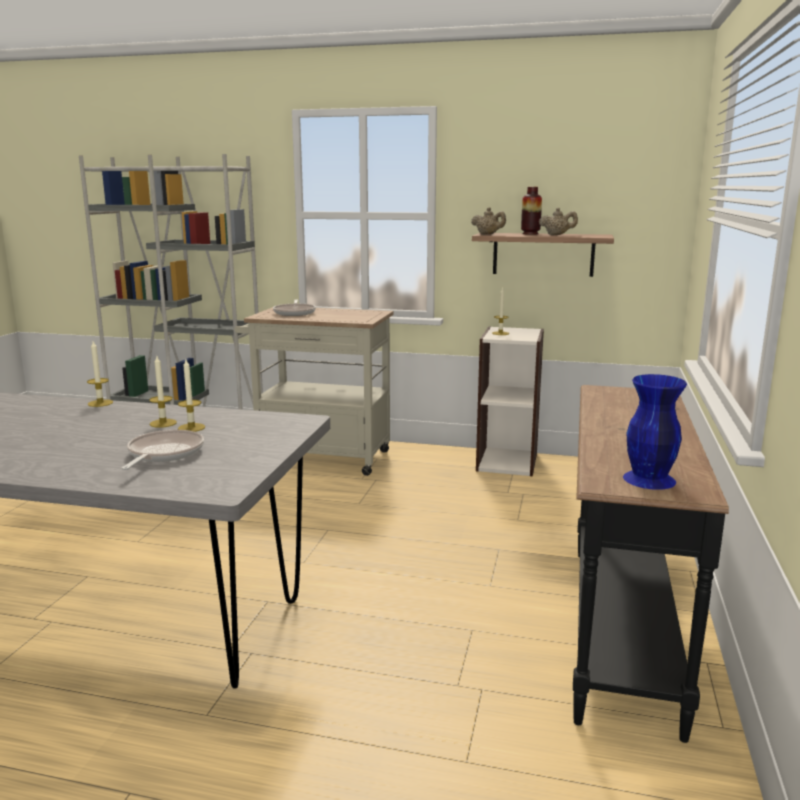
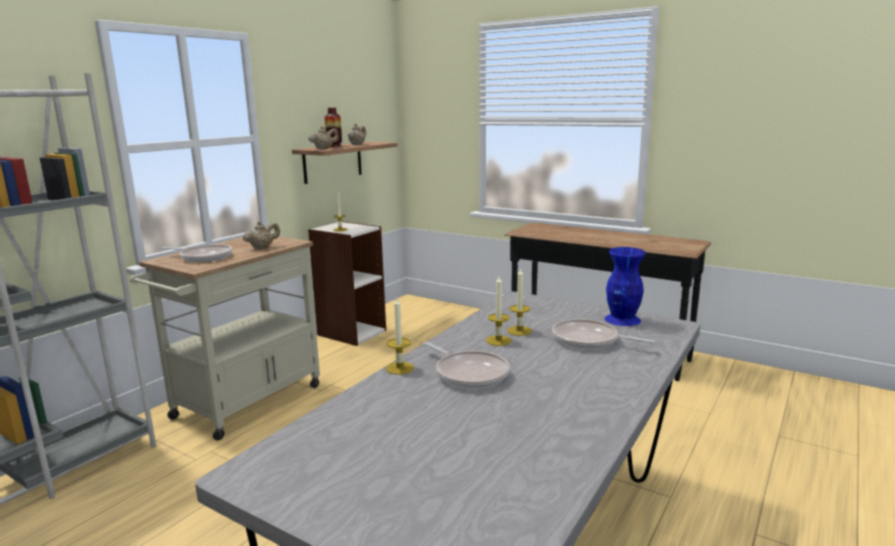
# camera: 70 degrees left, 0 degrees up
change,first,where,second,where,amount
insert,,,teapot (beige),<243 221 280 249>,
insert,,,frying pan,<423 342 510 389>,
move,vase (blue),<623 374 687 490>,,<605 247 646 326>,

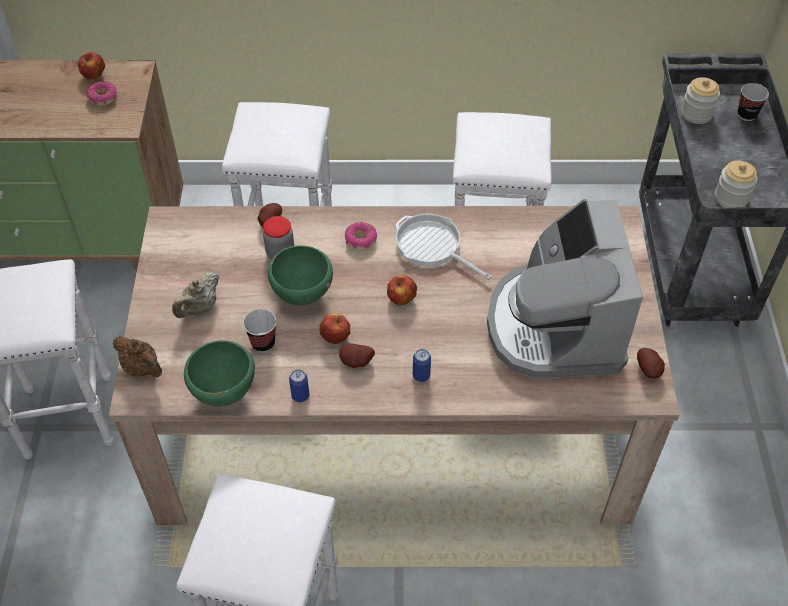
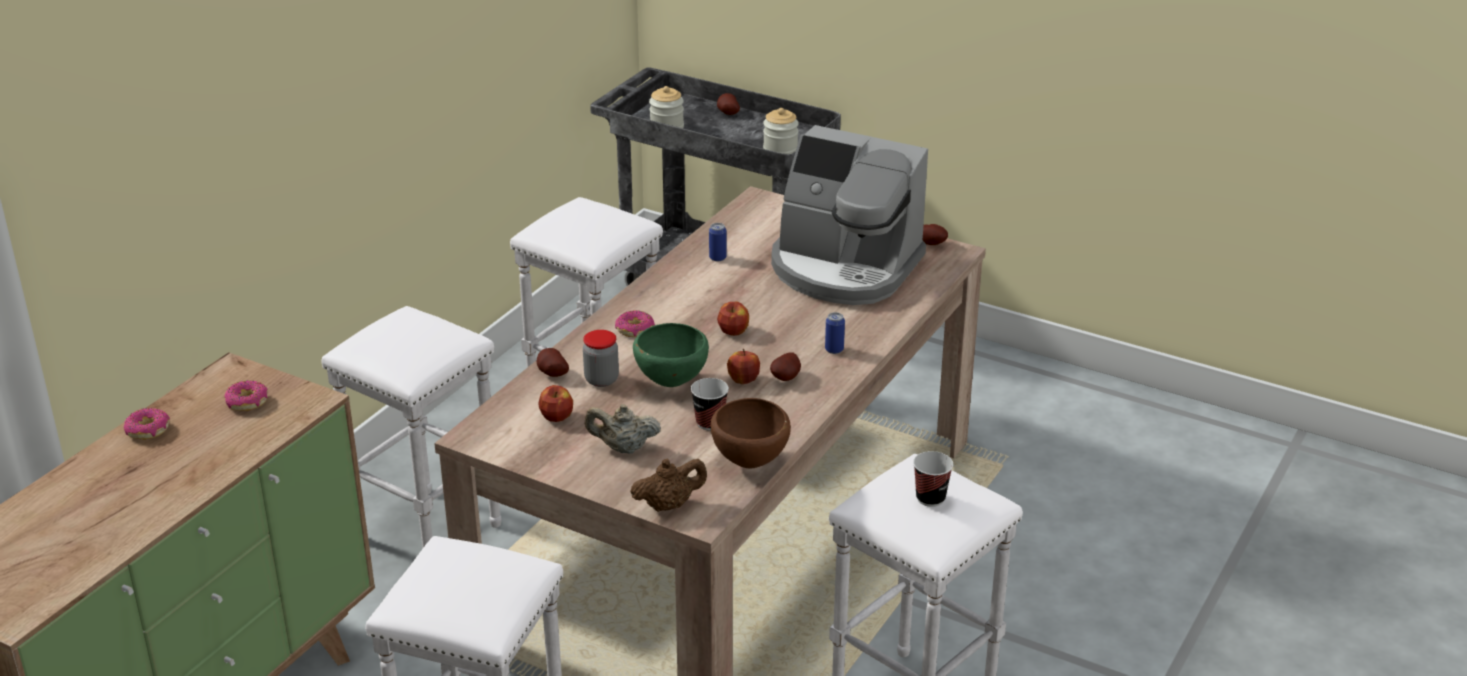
# camera: 60 degrees left, 20 degrees down
change,first,where,second,where,amount
delete,frying pan,<395 214 491 280>,,,
insert,,,donut,<124 408 170 440>,
insert,,,potato,<717 93 740 115>,
move,apple,<78 52 105 80>,,<538 385 573 422>,
move,can,<289 369 309 402>,,<709 223 727 261>,
move,cup,<738 83 769 121>,,<913 451 953 507>,
recolor,bowl (green),<184 340 255 406>,bowl (brown),<710 398 791 469>,
rotate,teapot (beige),<172 272 219 318>,,<585 404 661 454>,120 degrees clockwise

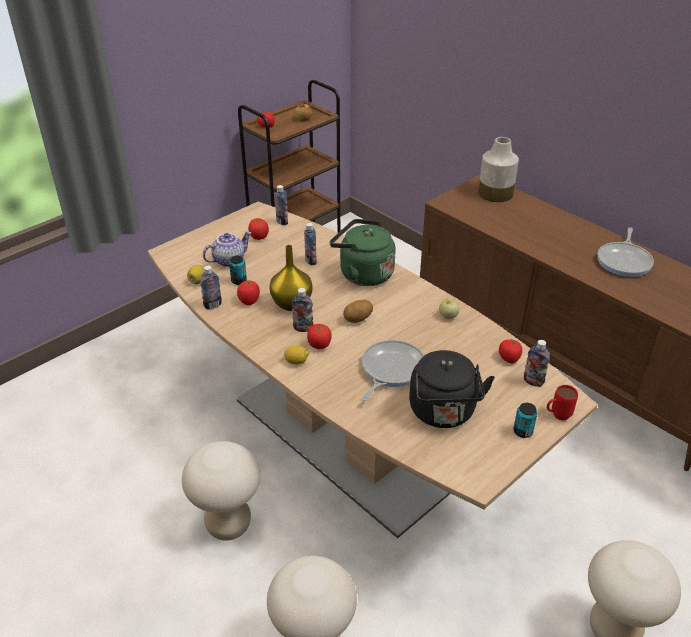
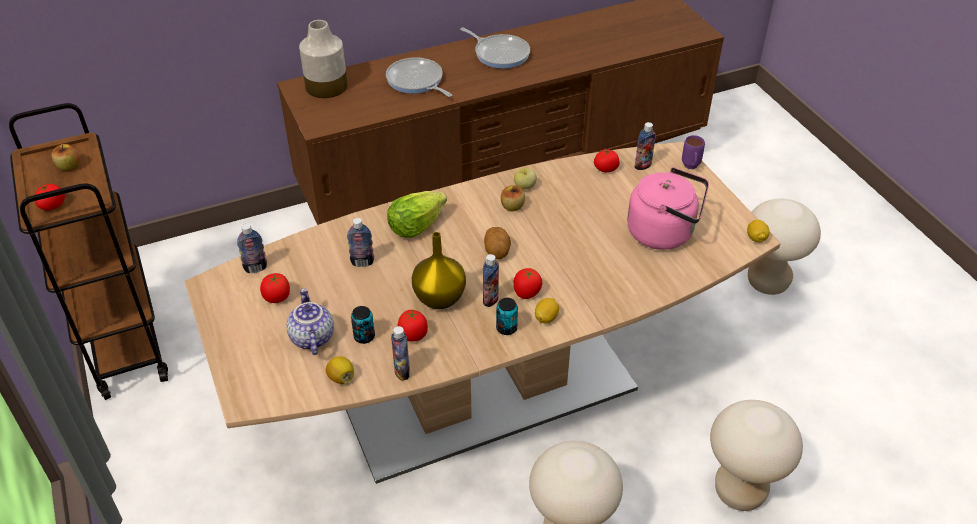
# camera: 70 degrees left, 5 degrees up
change,first,where,second,where,amount
insert,,,apple,<501 185 525 211>,
insert,,,lemon,<747 220 770 242>,
move,frying pan,<362 340 424 401>,,<386 57 452 97>,
move,can,<513 403 537 438>,,<496 298 518 335>,
replace,kettle (green),<330 219 396 286>,lettuce,<387 191 447 238>,
recolor,kettle (black),<409 350 495 428>,kettle (pink),<627 167 709 250>,
recolor,mug (red),<547 385 578 421>,mug (purple),<682 135 705 169>,

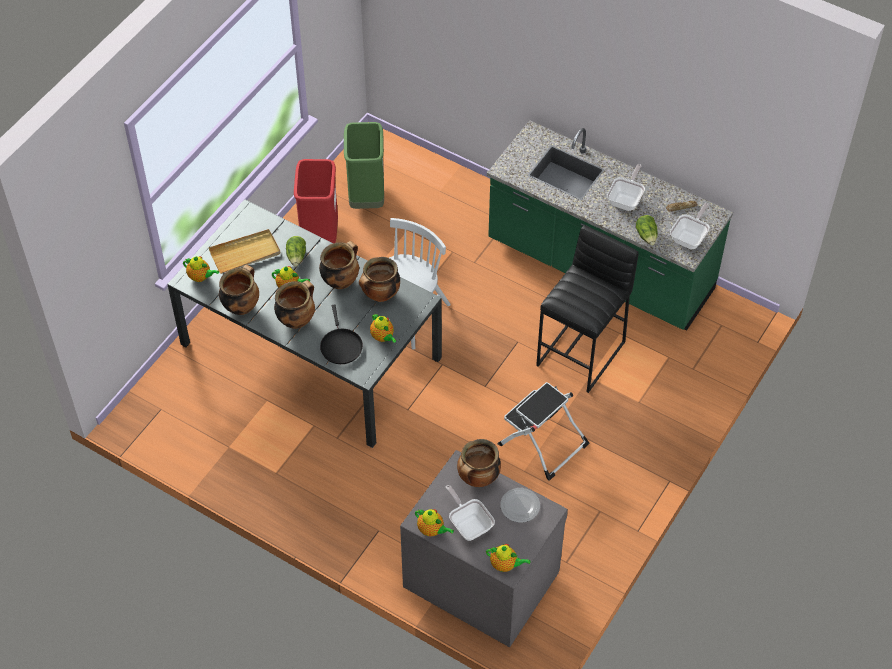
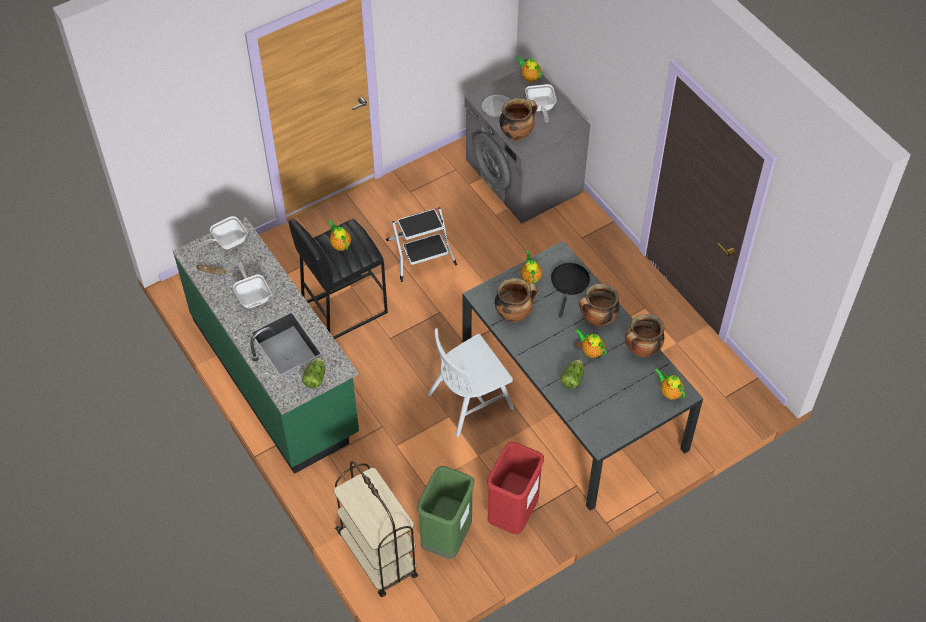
# camera: 155 degrees left, 0 degrees up
change,first,where,second,where,amount
delete,tray (beige),<208 229 281 274>,,,
delete,cooking pot,<319 241 359 289>,,,
insert,,,cart (beige),<333 461 418 597>,
move,teapot,<415 509 454 536>,,<328 220 351 251>,
move,lettuce,<636 215 658 246>,,<302 357 325 388>,
rotate,frying pan,<607 164 645 211>,,<233 261 271 308>,105 degrees clockwise

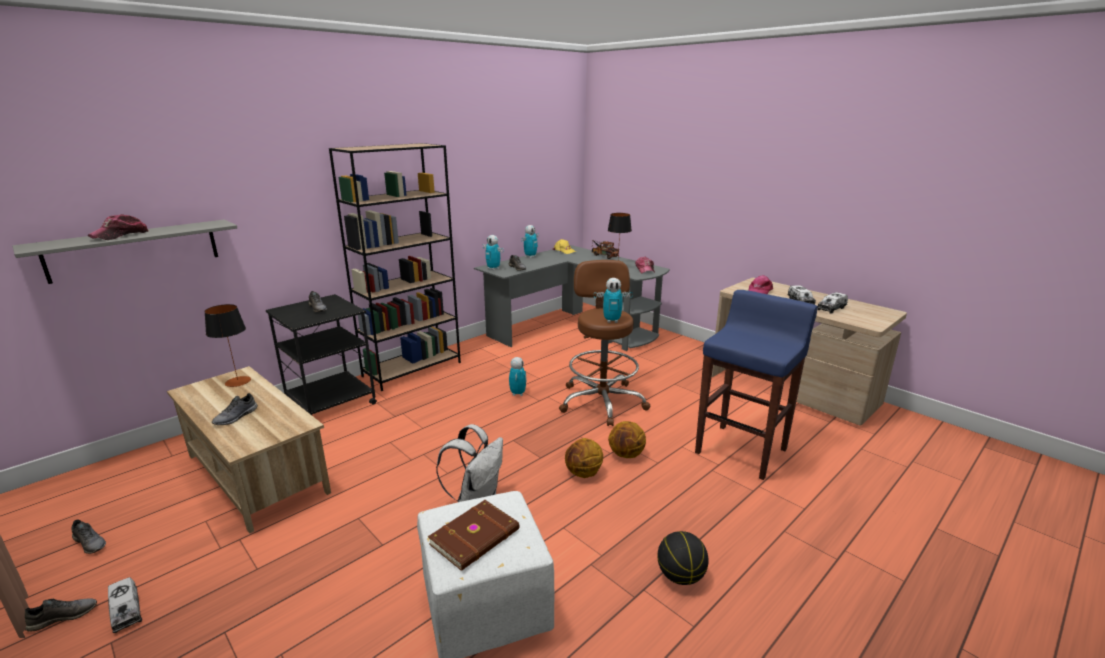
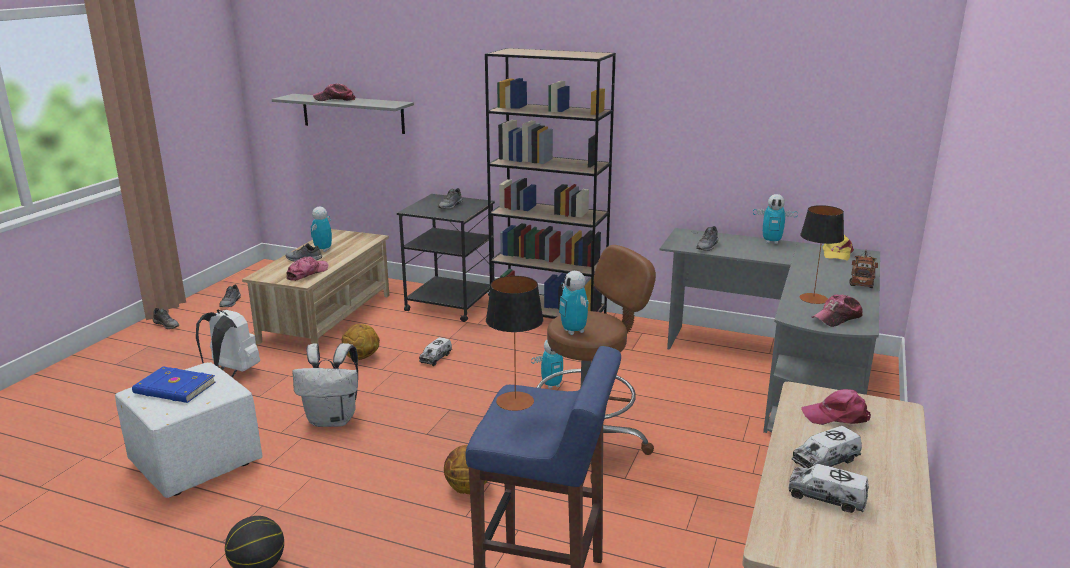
# camera: 65 degrees right, 0 degrees up
change,first,where,second,where,amount
insert,,,backpack (white),<196 309 260 378>,
insert,,,cap,<286 256 328 281>,
move,toy truck,<108 577 142 633>,,<419 337 452 366>,
move,table lamp,<204 304 251 387>,,<486 276 543 411>,
move,toy robot,<482 235 504 270>,,<311 207 332 252>,
move,basketball,<565 438 603 478>,,<342 324 380 360>,
recolor,book (brown),<428 500 520 571>,book (blue),<132 366 216 403>,

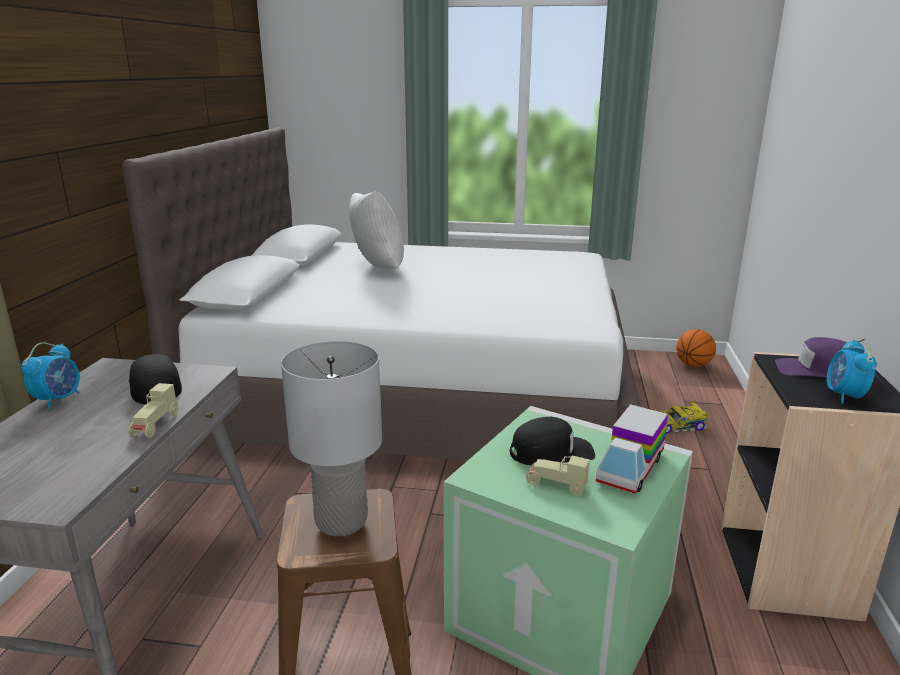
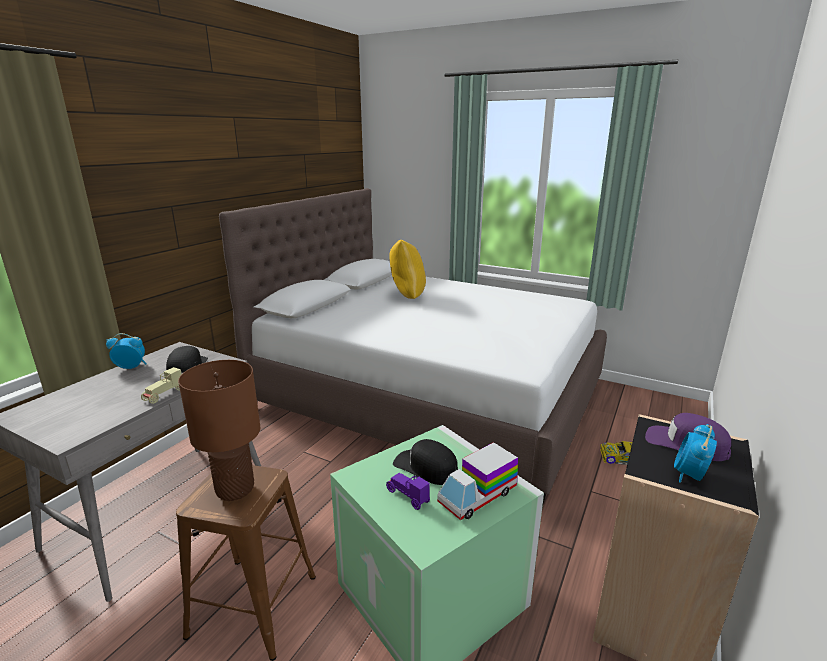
# camera: 20 degrees right, 0 degrees up
change,first,where,second,where,amount
delete,basketball,<676 329 716 367>,,,
recolor,table lamp (grey),<281 341 382 537>,table lamp (brown),<178 360 260 501>,
recolor,pillow (white),<349 190 404 270>,pillow (yellow),<389 240 426 299>,
recolor,toy car (beige),<526 456 590 495>,toy car (purple),<386 473 430 510>,
rotate,alarm clock,<21 342 80 409>,,<106 333 146 369>,135 degrees counterclockwise
rotate,cap (black),<510 417 595 465>,,<393 439 458 485>,150 degrees counterclockwise

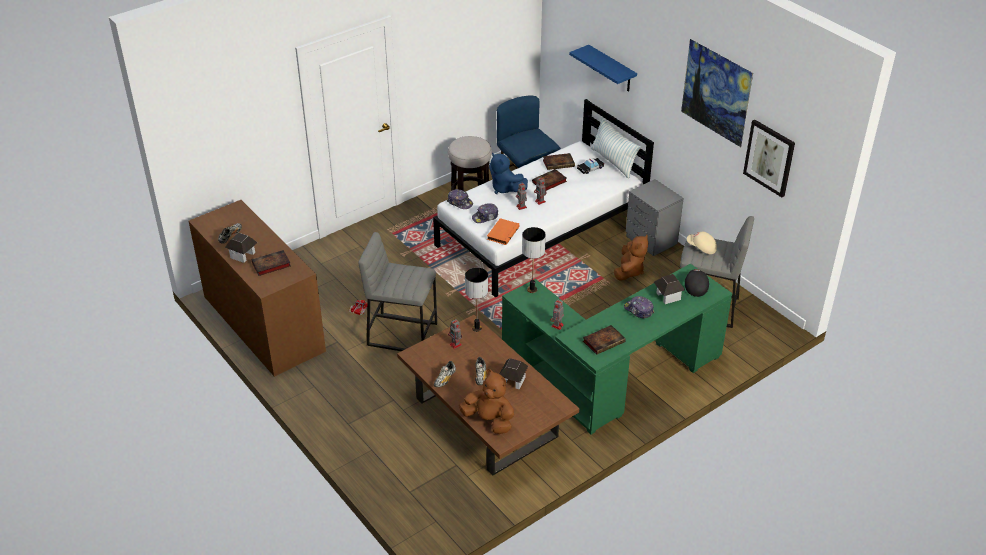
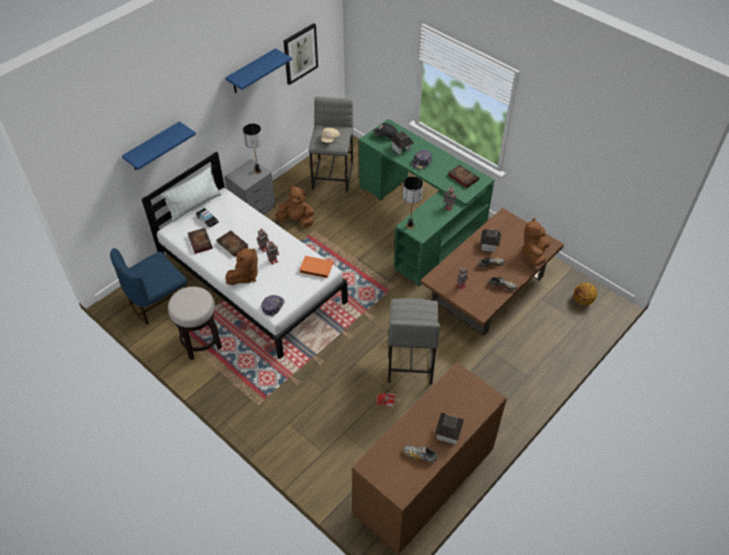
# camera: 100 degrees left, 10 degrees up
change,first,where,second,where,amount
delete,book,<252 250 291 276>,,,
delete,cap,<472 203 498 223>,,,
insert,,,basketball,<574 283 597 305>,
move,table lamp,<465 267 488 332>,,<243 124 263 174>,
replace,picture,<681 39 753 147>,shelf (blue),<225 48 292 93>,
recolor,plush toy (blue),<489 152 528 194>,plush toy (brown),<225 248 258 285>,

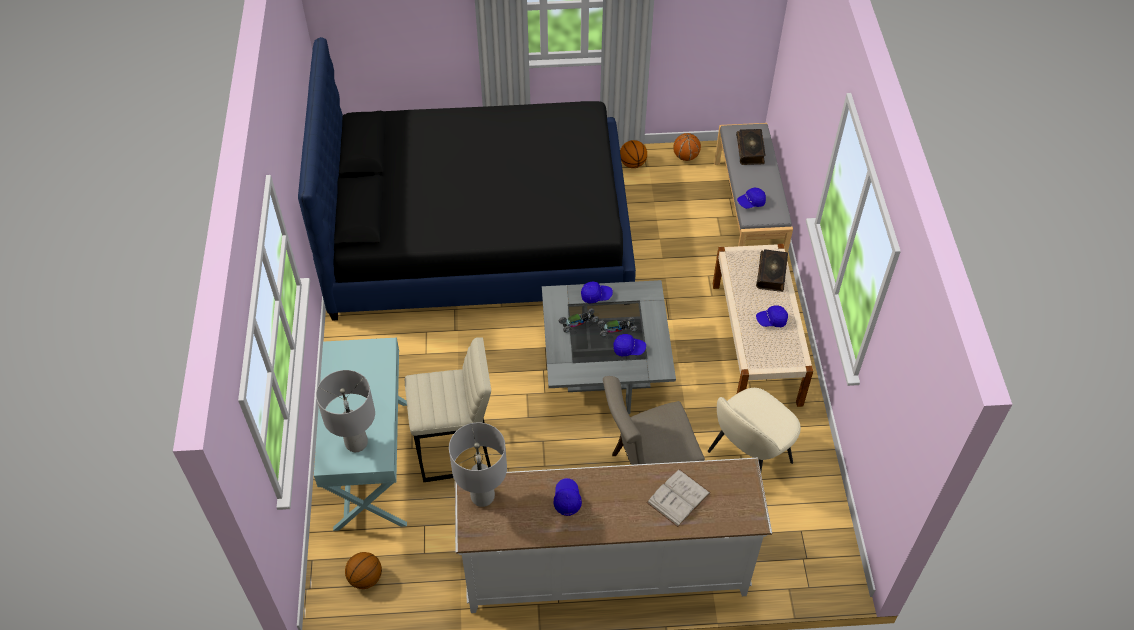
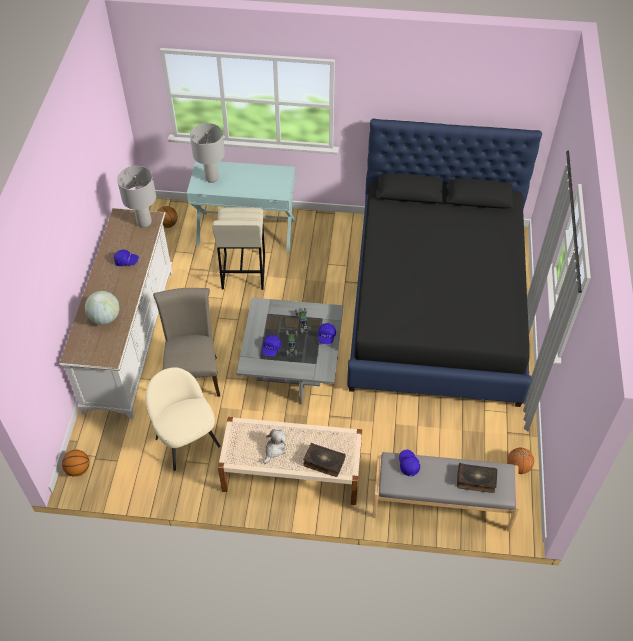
# camera: 100 degrees right, 0 degrees up
change,first,where,second,where,amount
move,basketball,<620 140 647 168>,,<62 450 90 477>,
replace,book (white),<646 469 711 527>,globe,<85 291 119 325>,
replace,cap (blue),<756 305 788 327>,plush toy,<263 429 286 464>,

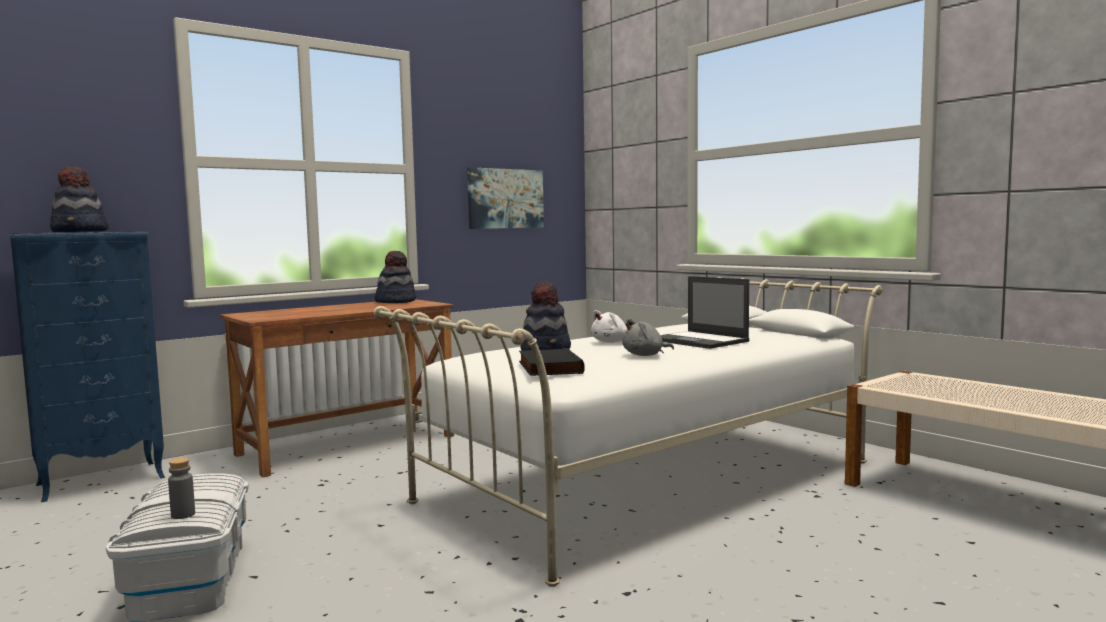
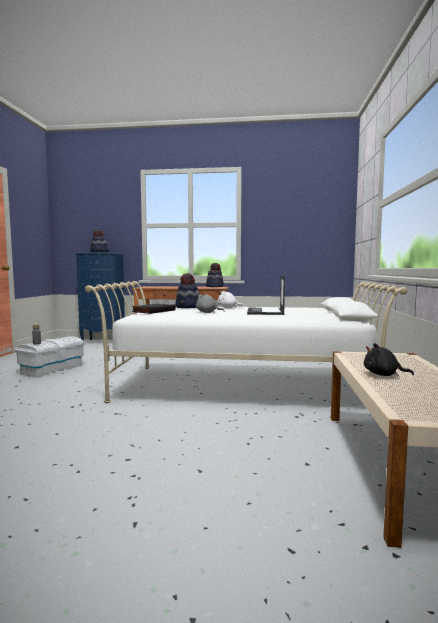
# camera: 45 degrees right, 0 degrees up
change,first,where,second,where,amount
delete,picture,<467 167 544 229>,,,
insert,,,plush toy (black),<364 343 414 376>,

